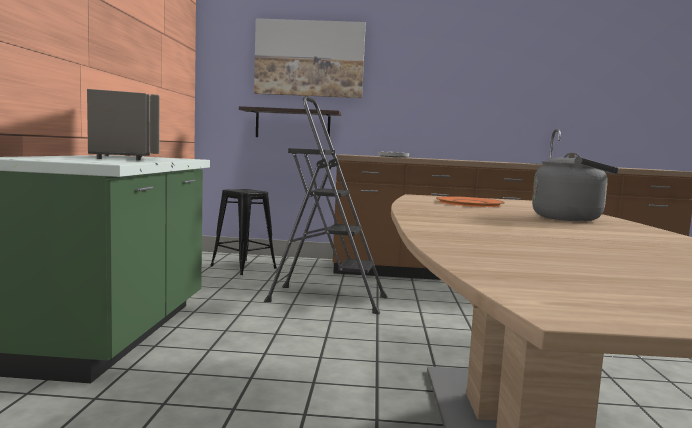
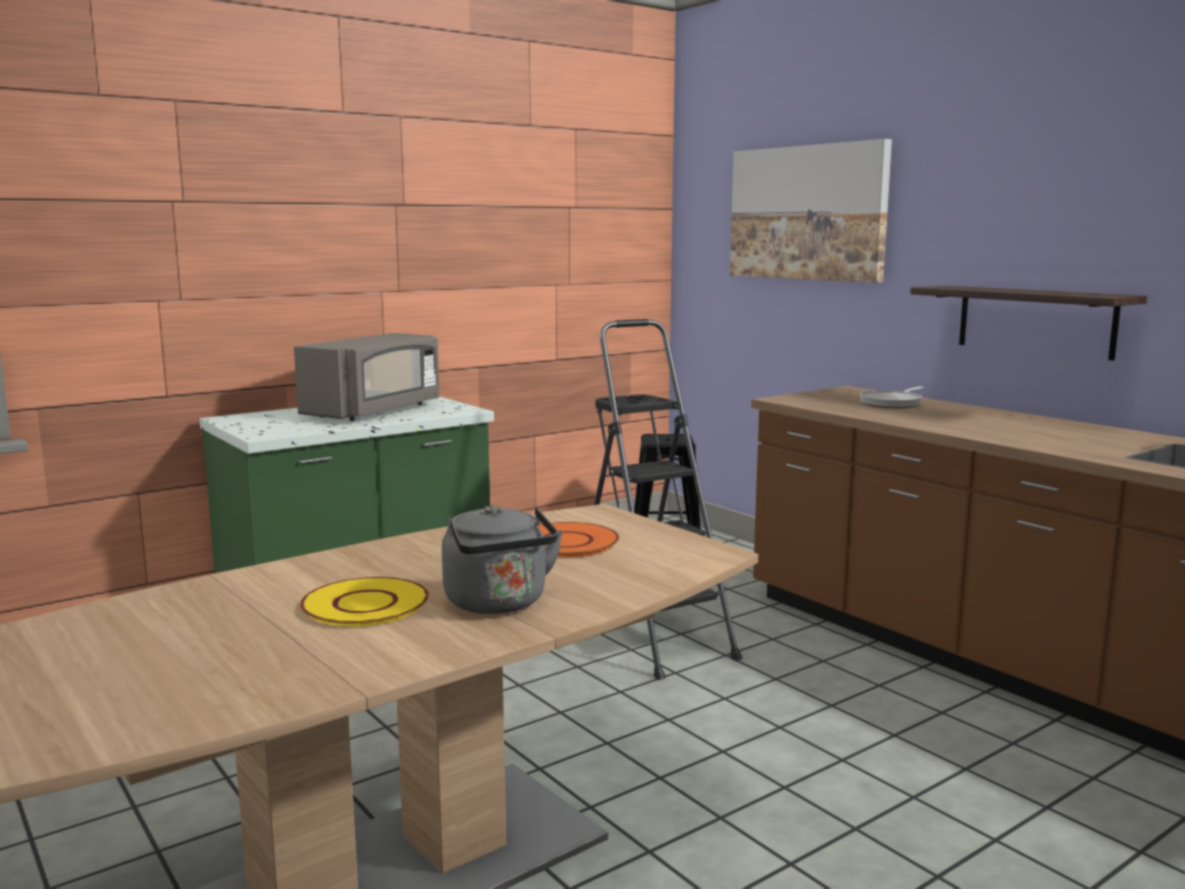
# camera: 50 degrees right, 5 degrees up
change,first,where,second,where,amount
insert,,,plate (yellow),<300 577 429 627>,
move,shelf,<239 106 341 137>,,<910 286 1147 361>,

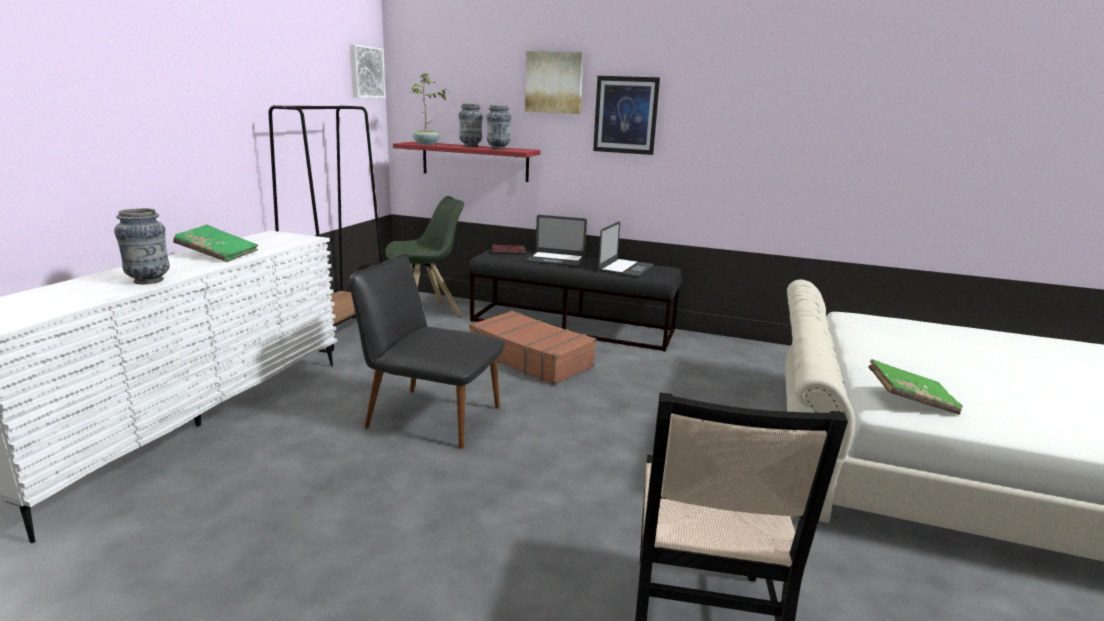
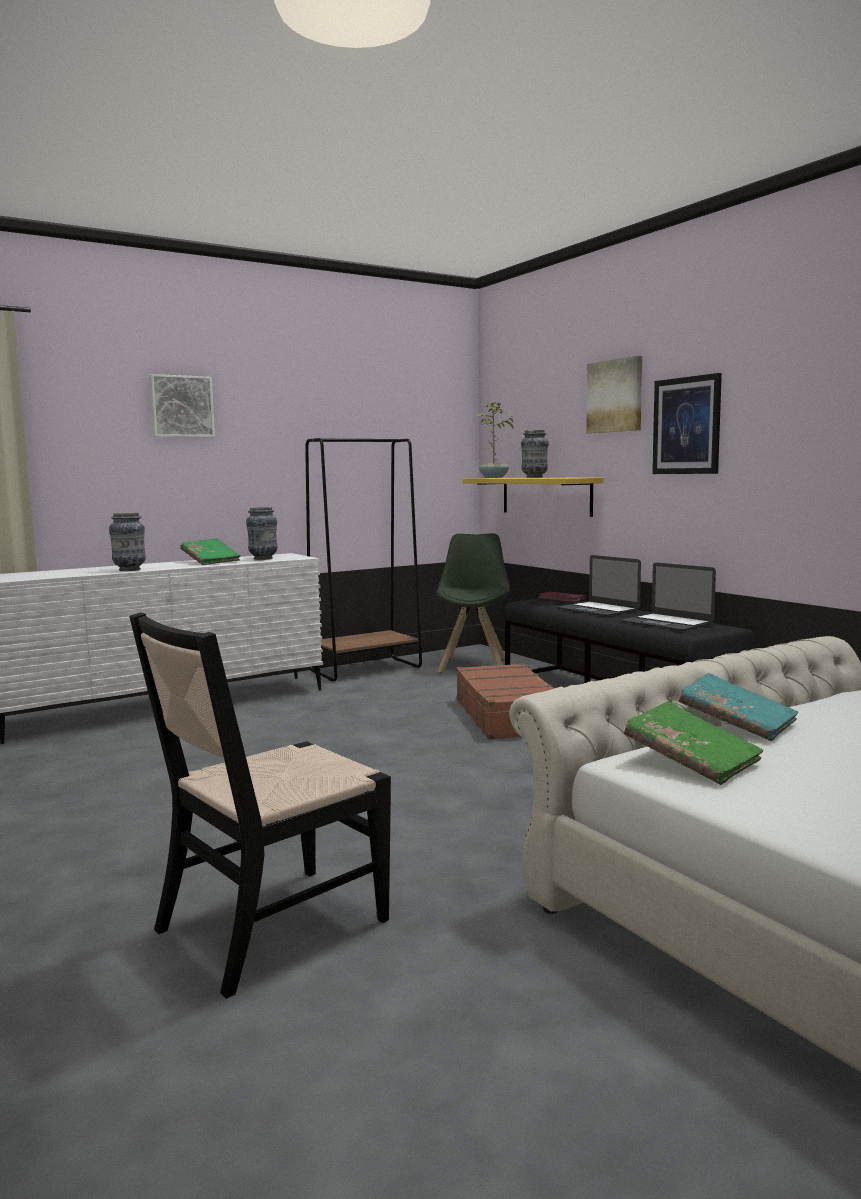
# camera: 40 degrees right, 10 degrees down
change,first,where,second,where,amount
delete,chair (black),<349 254 505 449>,,,
insert,,,book (turquoise),<679 673 798 741>,
move,picture,<350 44 385 98>,,<149 374 215 437>,
move,vase,<486 105 511 149>,,<246 507 278 560>,
recolor,shelf (red),<393 142 541 182>,shelf (yellow),<463 478 604 517>,
rotate,chair (green),<385 196 464 317>,,<436 533 510 673>,90 degrees counterclockwise
rotate,laptop,<598 221 654 277>,,<622 563 716 631>,75 degrees clockwise

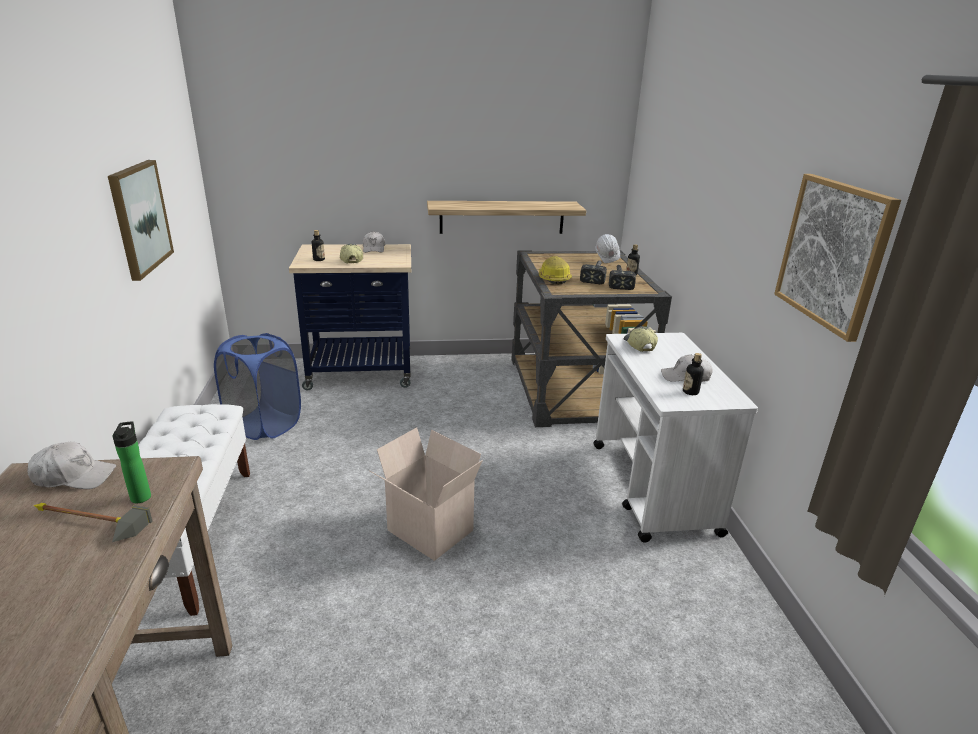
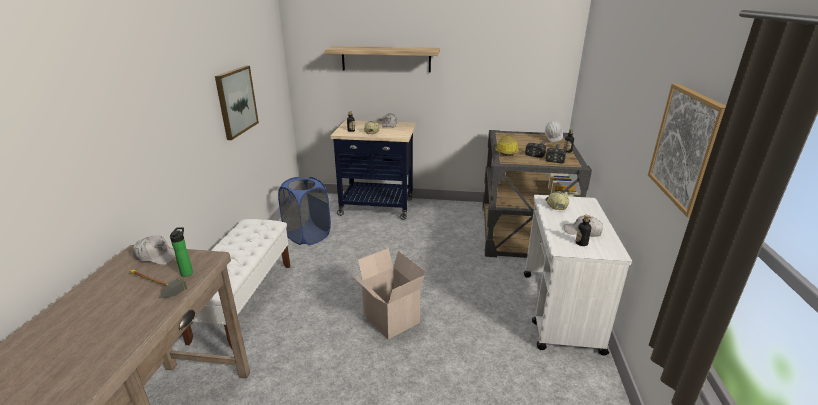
# camera: 15 degrees right, 0 degrees up
change,first,where,second,where,amount
move,shelf,<427 201 586 234>,,<325 46 440 72>,

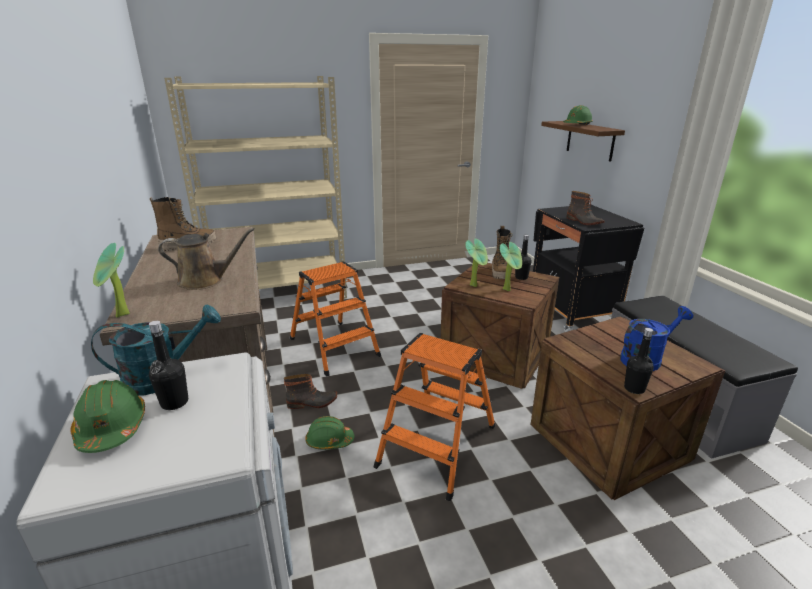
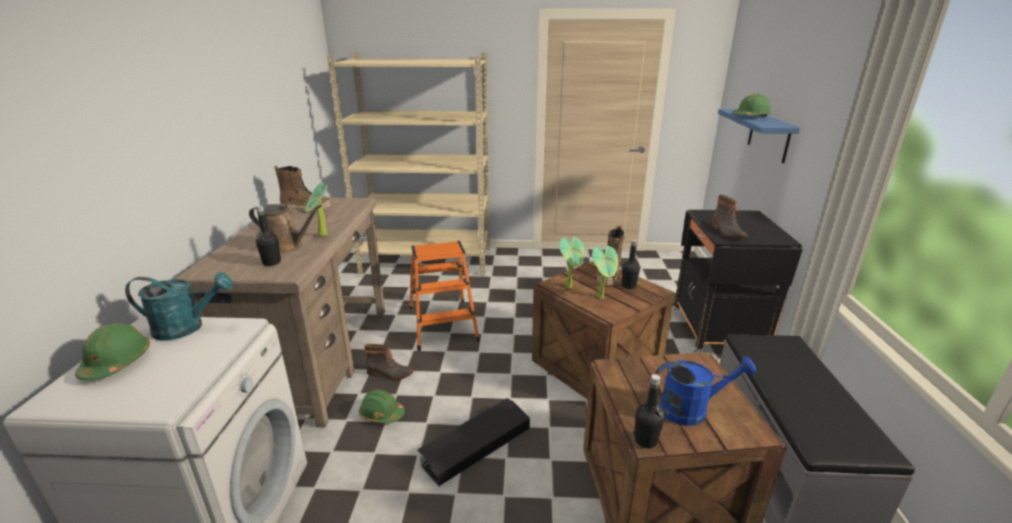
# camera: 20 degrees right, 0 degrees up
change,first,where,second,where,amount
move,potted plant,<93 243 130 318>,,<305 182 328 237>,
move,bottle (black),<149 321 188 410>,,<256 205 281 266>,
replace,step ladder (orange),<374 333 495 501>,storage box (black),<417 398 530 487>,
recolor,shelf (brown),<541 121 625 162>,shelf (blue),<718 109 800 163>,

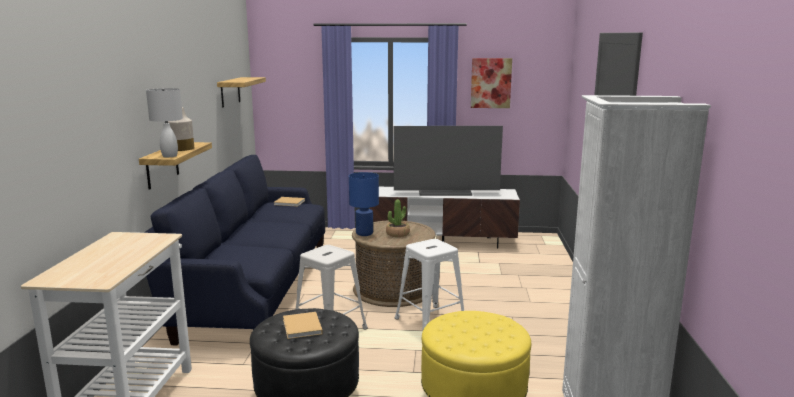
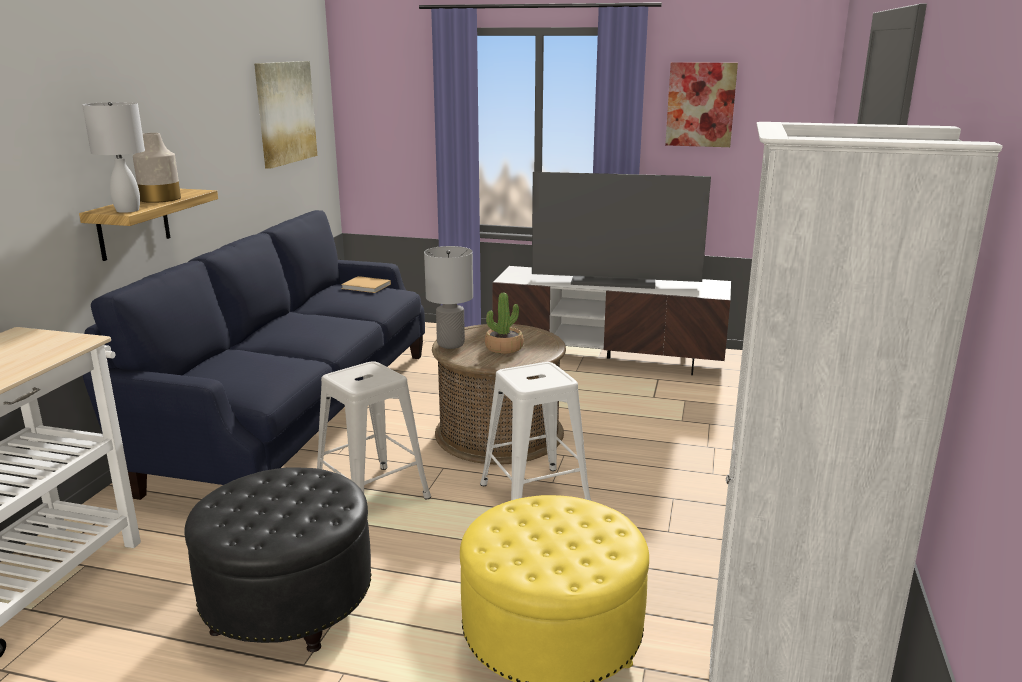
# camera: 10 degrees right, 5 degrees up
change,first,where,second,where,amount
delete,book (beige),<283 312 323 339>,,,
replace,shelf,<217 77 266 108>,picture,<254 61 317 169>,
recolor,table lamp (blue),<349 172 379 236>,table lamp (grey),<424 246 473 349>,

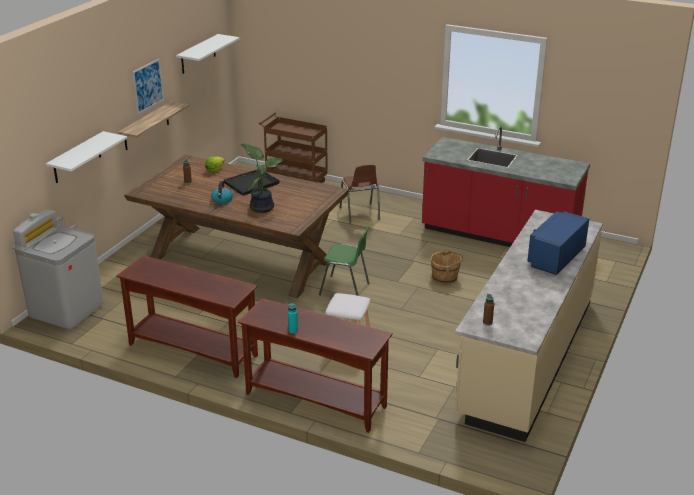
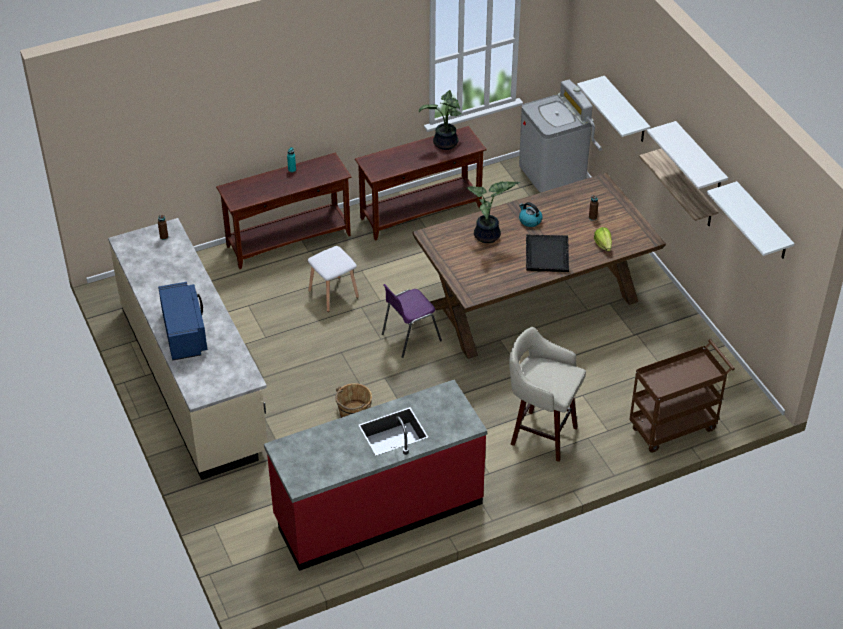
# camera: 130 degrees right, 15 degrees up
change,first,where,second,where,amount
insert,,,potted plant,<419 90 462 150>,
replace,picture,<133 59 164 114>,shelf (white),<647 121 728 189>,
replace,chair (brown),<340 165 380 224>,stool (beige),<509 327 586 462>,
recolor,chair (green),<319 226 369 296>,chair (purple),<382 284 442 358>,

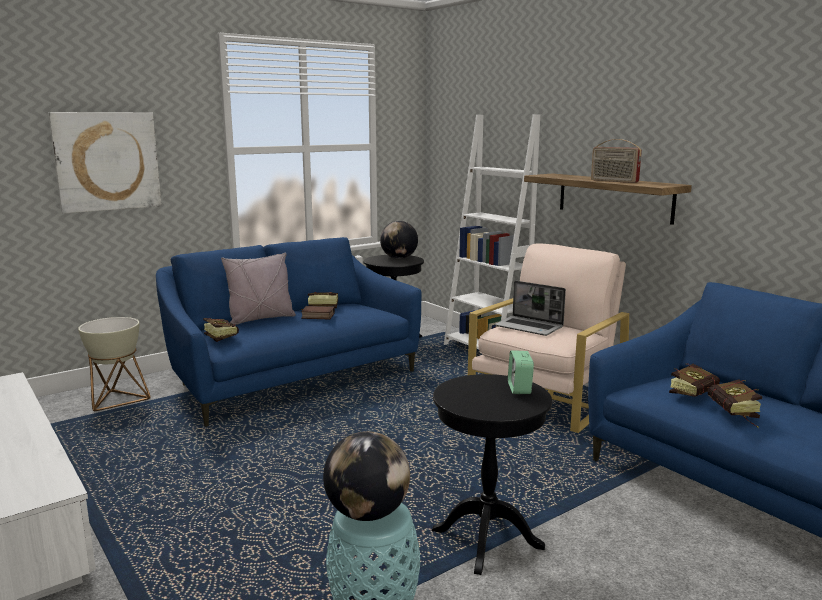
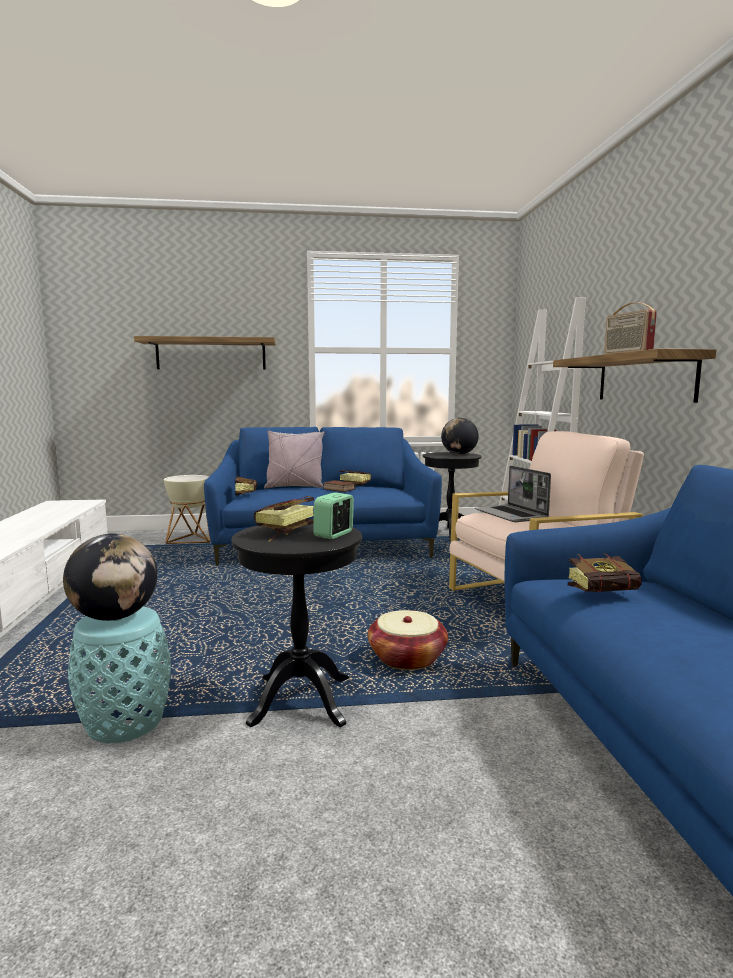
# camera: 30 degrees right, 5 degrees down
change,first,where,second,where,amount
insert,,,basket,<368 610 448 670>,
move,book,<708 379 762 428>,,<254 496 314 541>,
replace,picture,<48 112 162 214>,shelf,<134 336 276 370>,

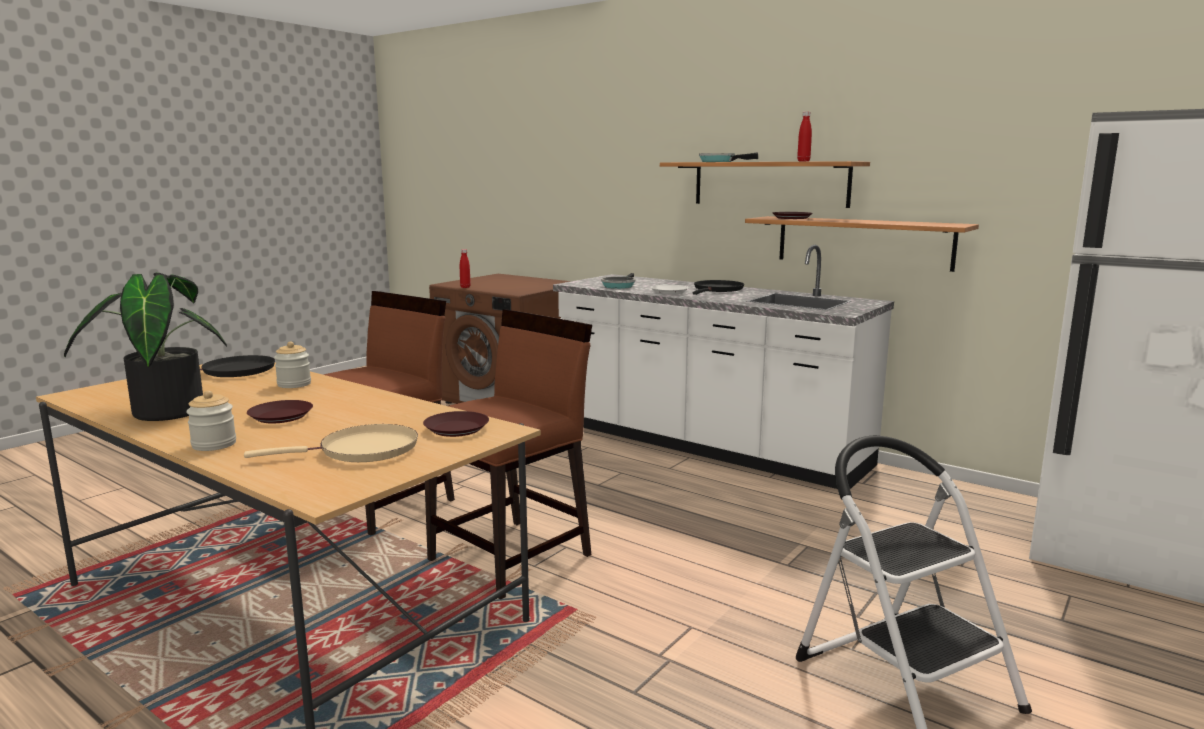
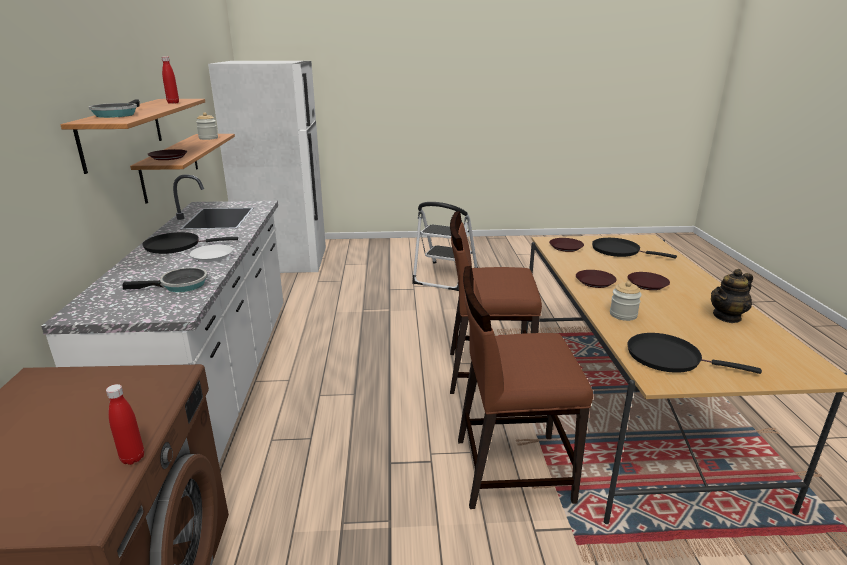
# camera: 130 degrees left, 10 degrees up
change,first,where,second,where,amount
insert,,,plate (brown),<576 270 617 288>,
move,jar,<186 390 236 451>,,<196 112 218 140>,
replace,potted plant,<64 273 227 421>,teapot,<711 269 753 323>,
recolor,frying pan (beige),<244 424 418 462>,frying pan (black),<592 238 677 259>,

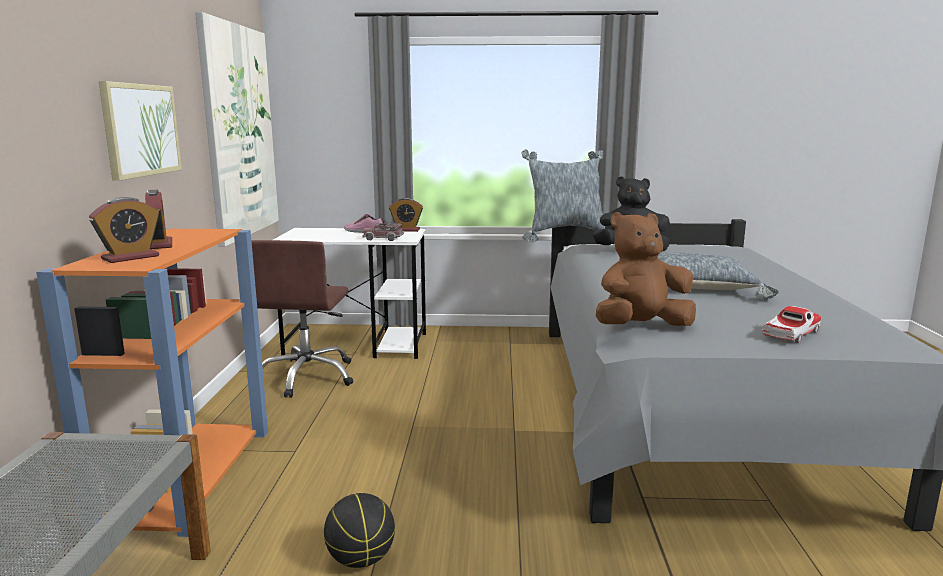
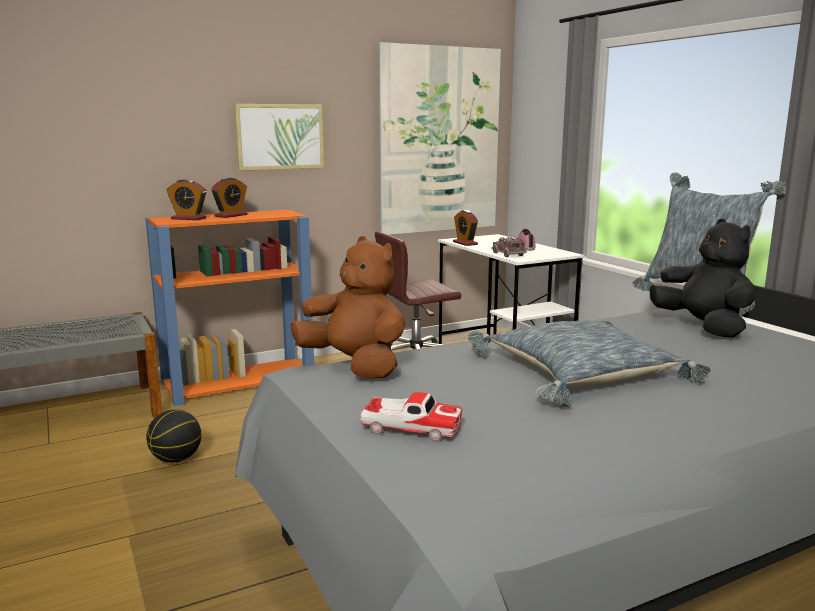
# camera: 60 degrees right, 0 degrees up
change,first,where,second,where,amount
move,alarm clock,<389 198 423 232>,,<453 210 478 246>,

